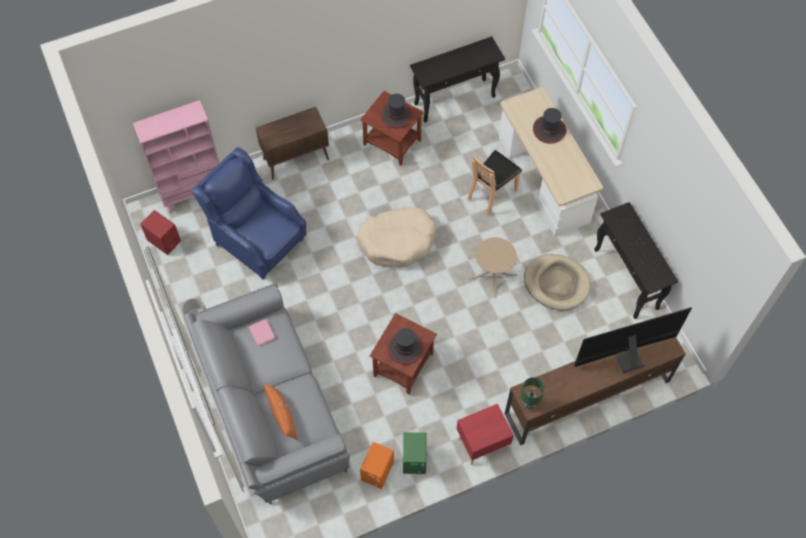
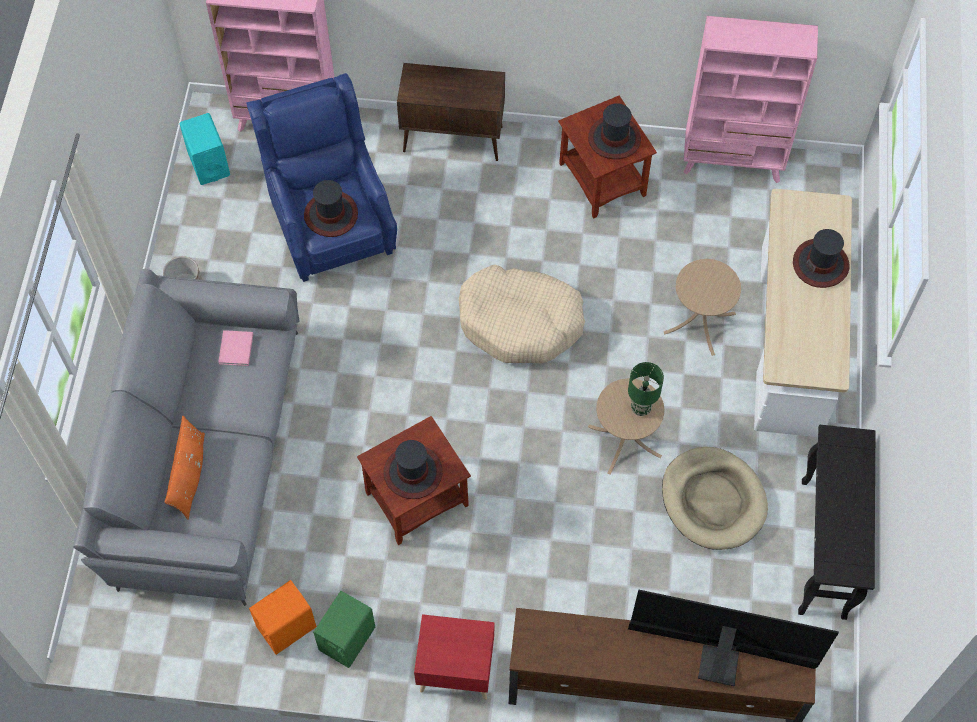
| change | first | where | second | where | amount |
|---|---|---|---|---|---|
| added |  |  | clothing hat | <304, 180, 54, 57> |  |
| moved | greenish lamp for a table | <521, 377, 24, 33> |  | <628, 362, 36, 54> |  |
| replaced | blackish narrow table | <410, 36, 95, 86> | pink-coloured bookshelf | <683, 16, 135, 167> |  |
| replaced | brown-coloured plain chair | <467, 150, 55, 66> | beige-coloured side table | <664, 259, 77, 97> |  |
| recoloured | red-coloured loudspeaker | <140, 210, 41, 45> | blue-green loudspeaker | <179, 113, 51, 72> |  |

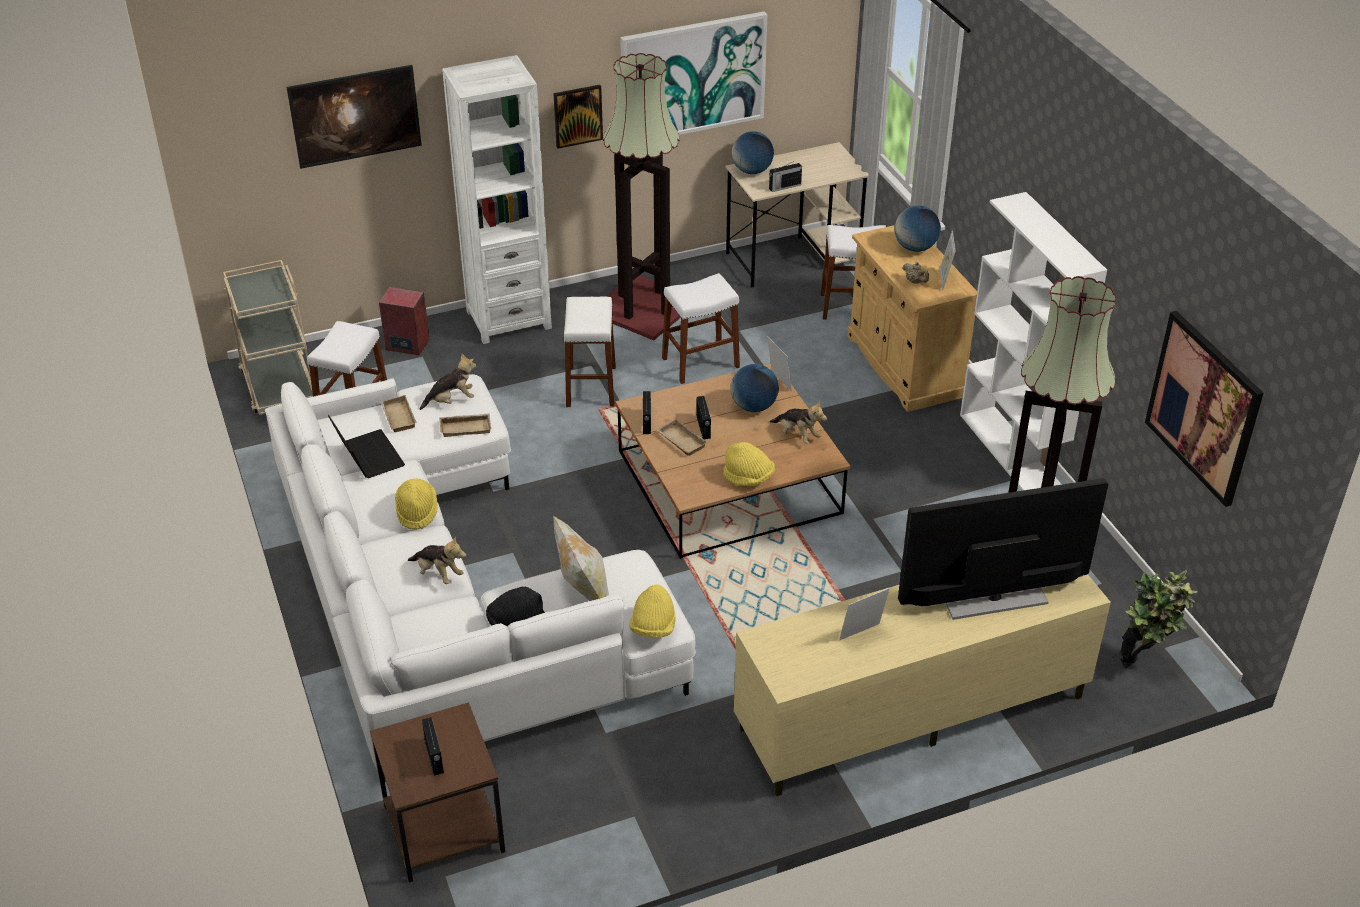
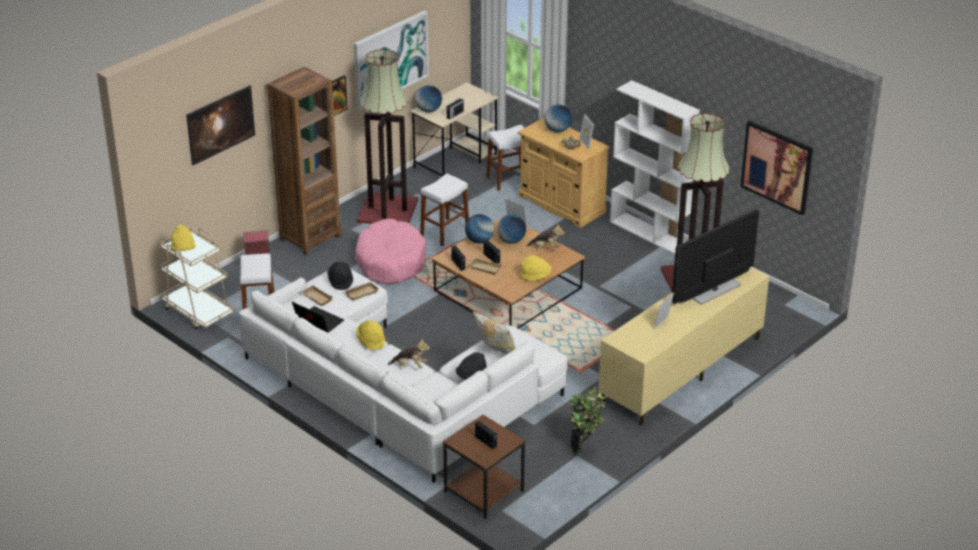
| change | first | where | second | where | amount |
|---|---|---|---|---|---|
| added |  |  | globe | <465, 214, 29, 29> |  |
| moved | yellow clothing hat | <629, 584, 47, 54> |  | <171, 225, 25, 27> |  |
| moved | houseplant | <1120, 570, 77, 98> |  | <568, 387, 39, 69> |  |
| replaced | soft toy | <420, 353, 56, 57> | blackish clothing hat | <327, 262, 26, 28> |  |
| replaced | white-coloured stool | <564, 296, 52, 111> | pink-coloured dog bed | <355, 219, 71, 66> |  |
| recoloured | white-coloured bookshelf | <442, 55, 110, 289> | brown-coloured bookshelf | <267, 67, 74, 188> |  |

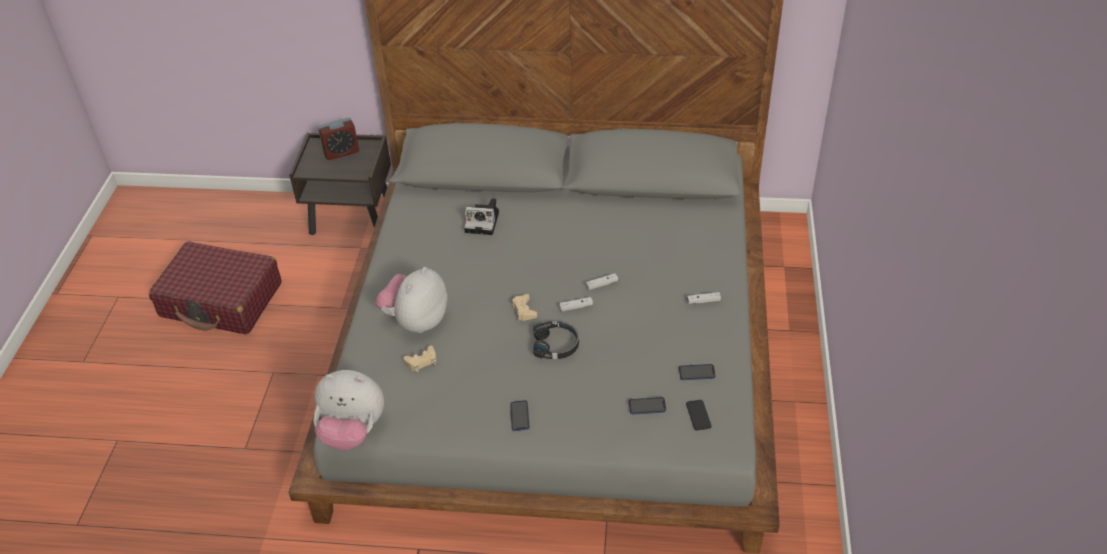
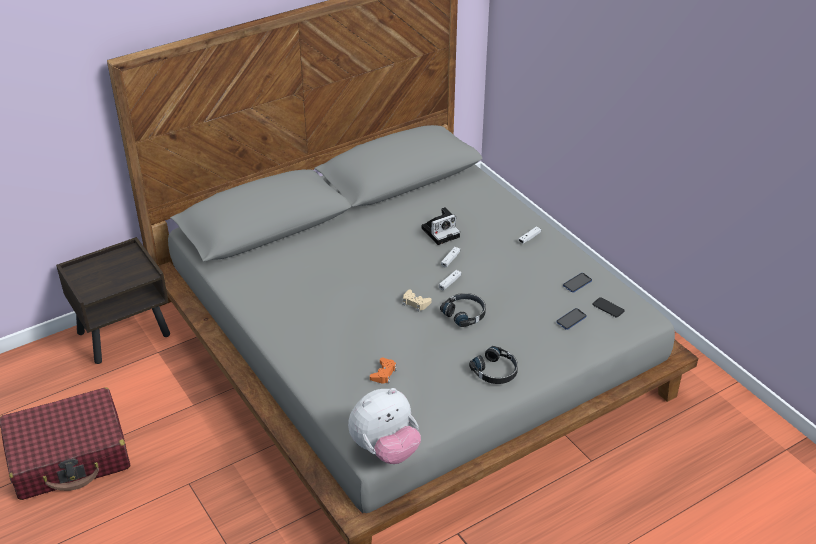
| change | first | where | second | where | amount |
|---|---|---|---|---|---|
| removed | bedside clock | <318, 118, 41, 42> |  |  |  |
| removed | soft toy | <376, 267, 71, 66> |  |  |  |
| moved | still camera | <464, 198, 35, 37> |  | <421, 207, 39, 38> |  |
| replaced | phone | <510, 400, 20, 31> | blackish headset | <469, 346, 49, 38> |  |
| recoloured | beige-coloured game controller | <403, 346, 34, 27> | orangey game controller | <370, 358, 27, 26> |  |

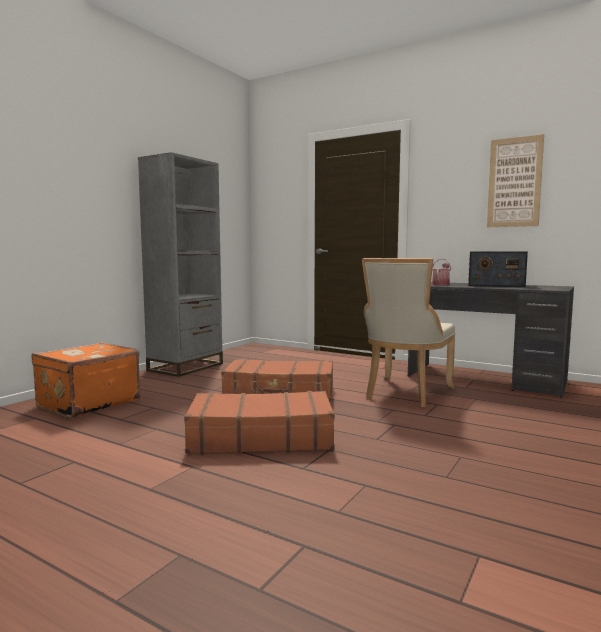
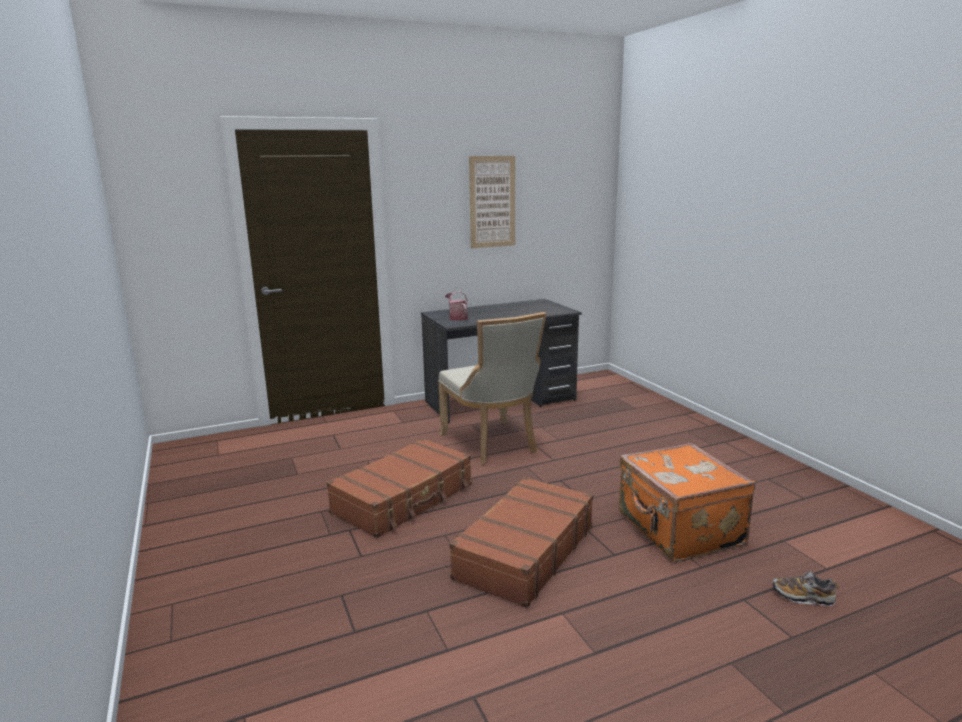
| change | first | where | second | where | amount |
|---|---|---|---|---|---|
| removed | gray bookshelf | <138, 152, 85, 225> |  |  |  |
| removed | radio set | <468, 251, 60, 36> |  |  |  |
| added |  |  | shoe | <772, 571, 66, 35> |  |
| moved | orangey piece of luggage | <32, 342, 108, 76> |  | <619, 443, 136, 119> |  |

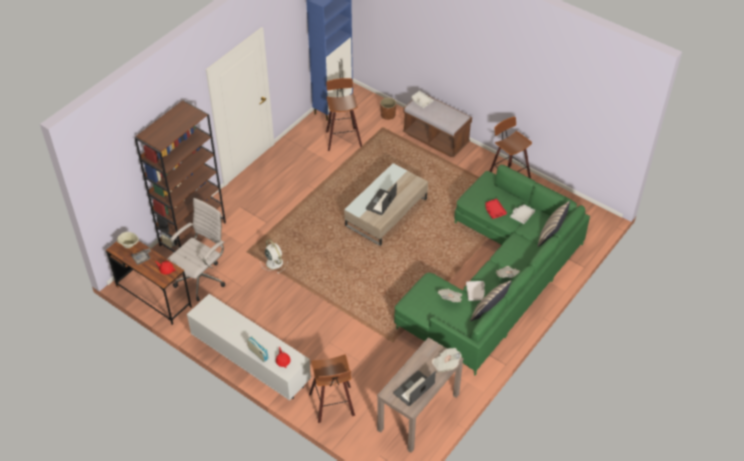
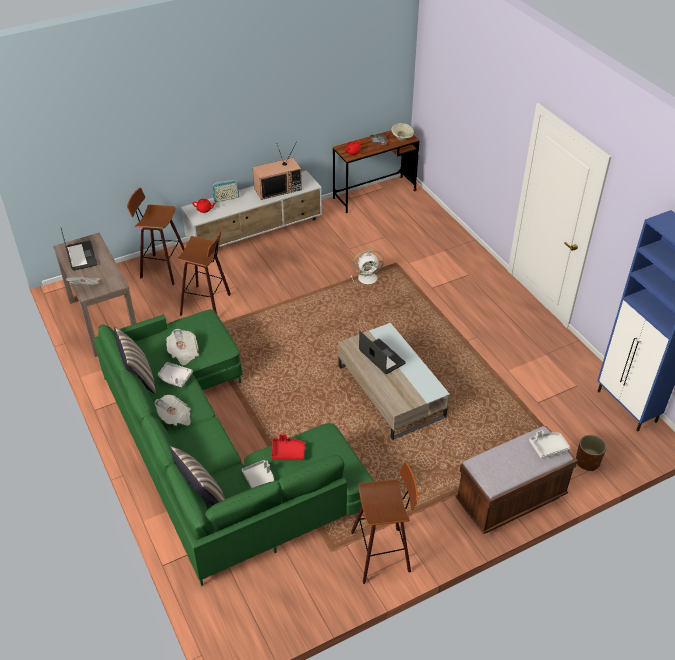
| change | first | where | second | where | amount |
|---|---|---|---|---|---|
| removed | brown-coloured bookshelf | <135, 100, 91, 152> |  |  |  |
| removed | white-coloured office chair | <168, 198, 57, 103> |  |  |  |
| added |  |  | television | <253, 141, 49, 59> |  |
| moved | stool | <326, 78, 36, 73> |  | <177, 227, 54, 89> |  |

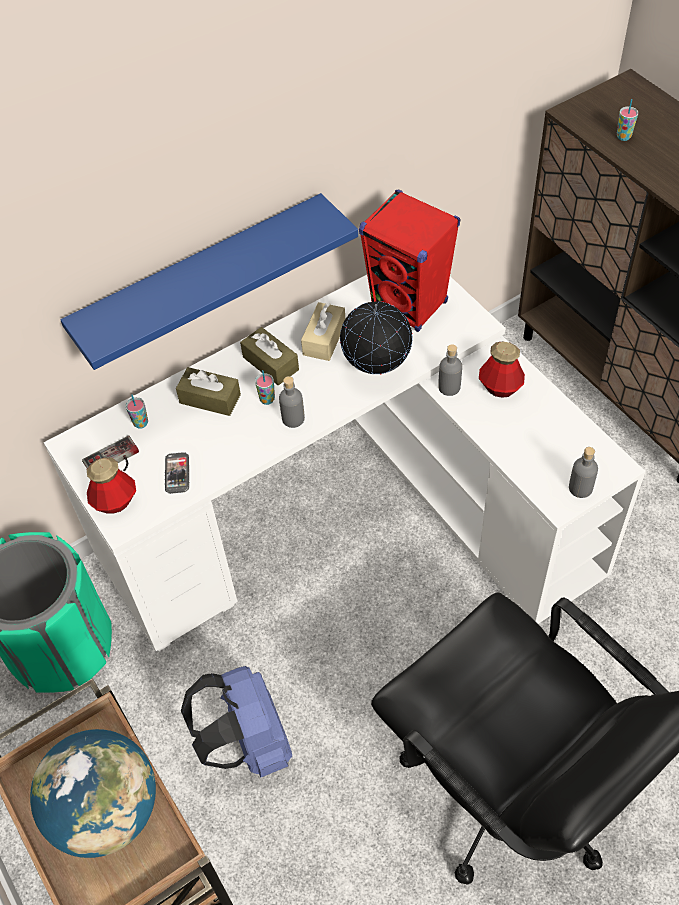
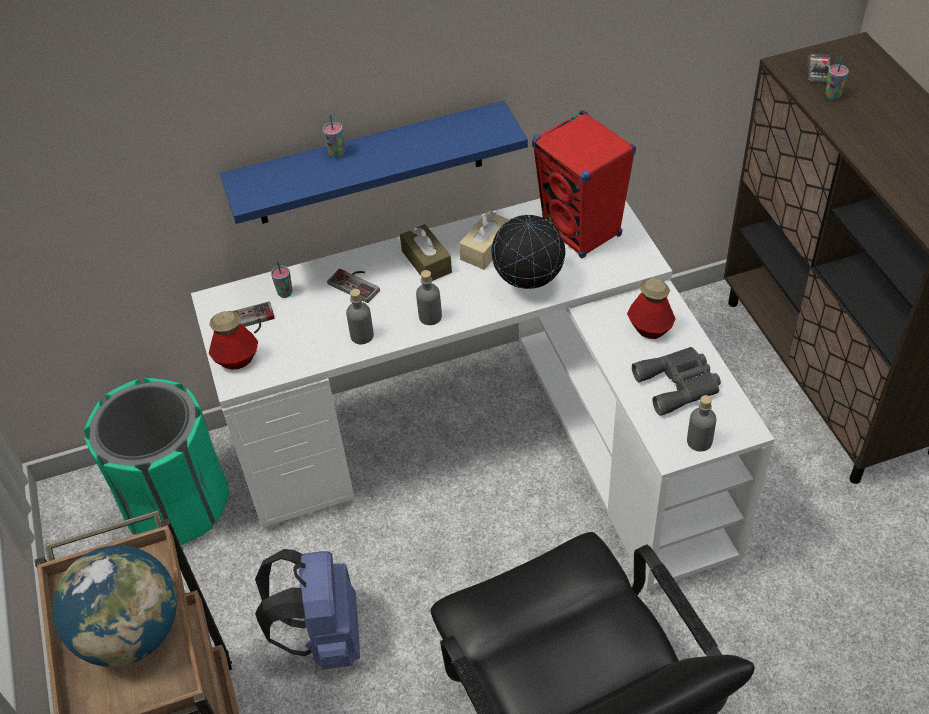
| change | first | where | second | where | amount |
|---|---|---|---|---|---|
| added |  |  | gray pair of binoculars | <632, 347, 89, 69> |  |
| moved | phone | <165, 452, 24, 42> |  | <807, 54, 25, 30> |  |
| moved | cup | <255, 370, 20, 35> |  | <323, 115, 21, 43> |  |
| moved | gray drink bottle | <438, 344, 24, 52> |  | <346, 289, 28, 55> |  |
| replaced | brown-coloured tissue box | <176, 367, 65, 49> | game controller | <327, 269, 53, 34> |  |

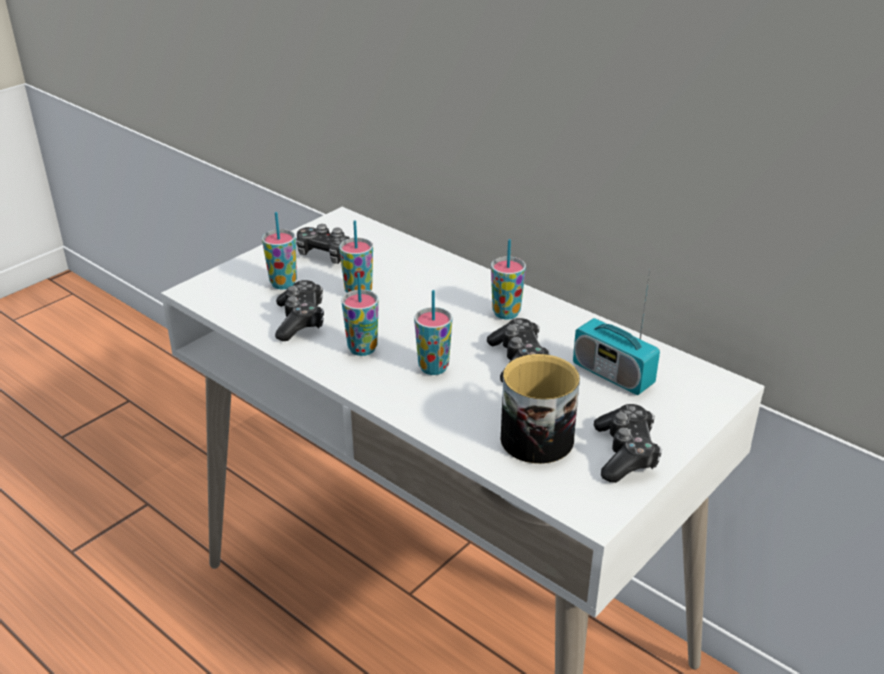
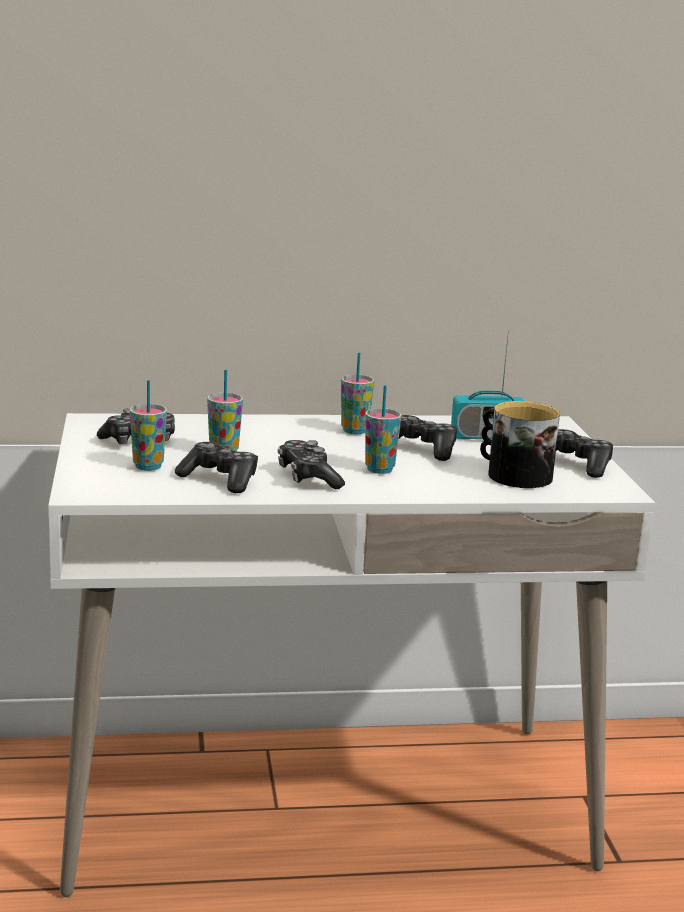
| change | first | where | second | where | amount |
|---|---|---|---|---|---|
| replaced | cup | <341, 273, 38, 83> | game controller | <278, 440, 67, 50> |  |

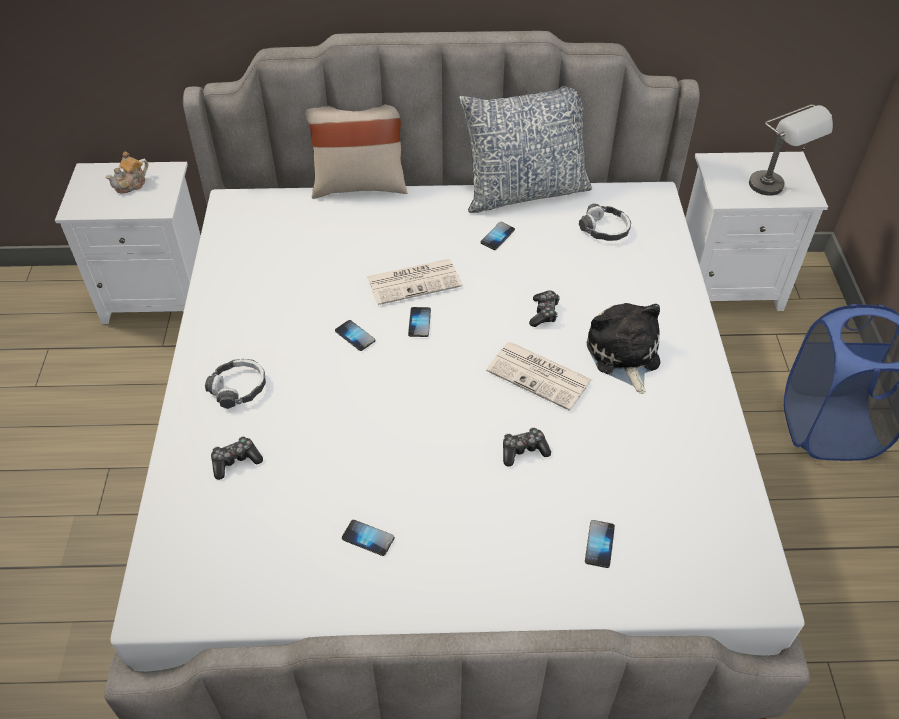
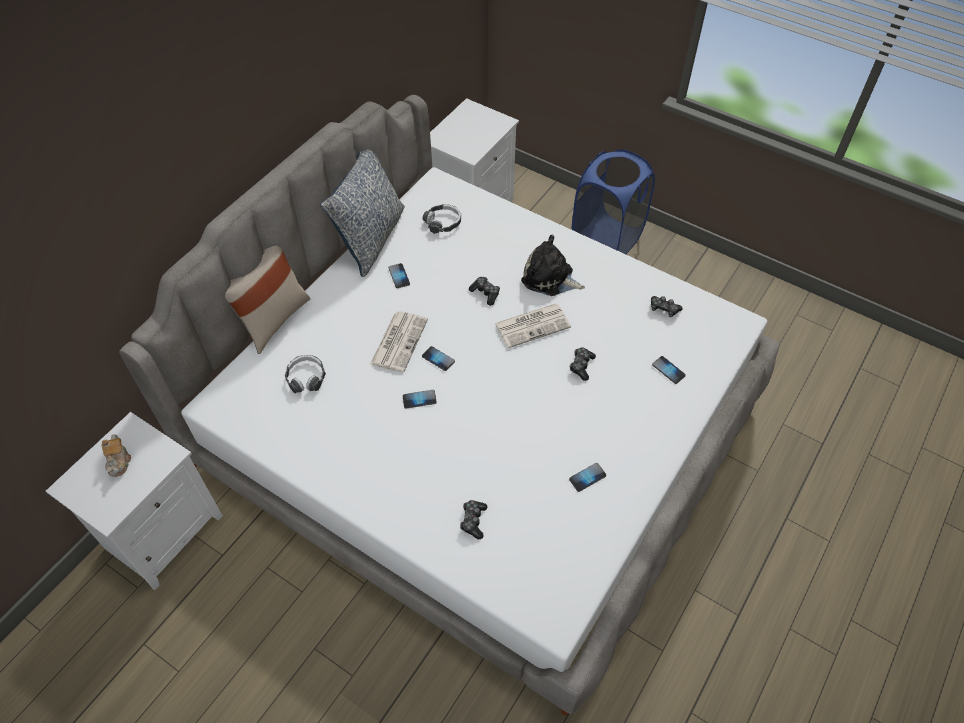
| change | first | where | second | where | amount |
|---|---|---|---|---|---|
| removed | gray lamp for a table | <749, 104, 84, 92> |  |  |  |
| added |  |  | game controller | <651, 296, 32, 21> |  |
| moved | headset | <205, 359, 61, 50> |  | <285, 355, 41, 38> |  |

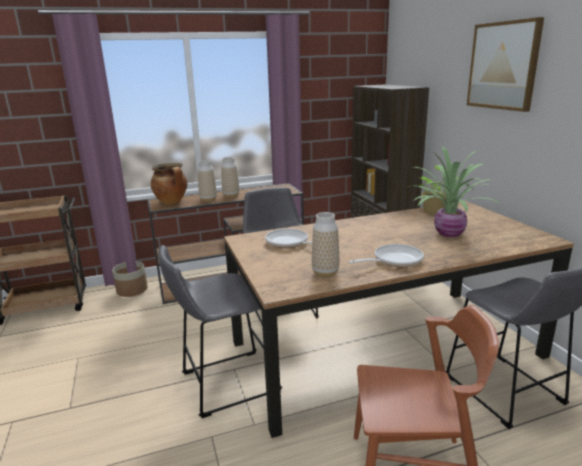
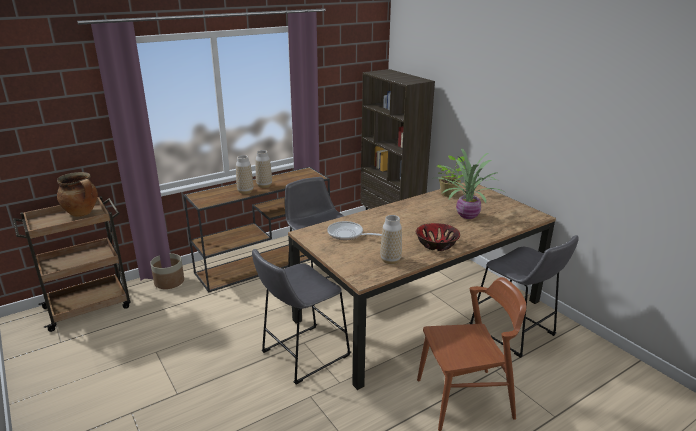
| change | first | where | second | where | amount |
|---|---|---|---|---|---|
| removed | picture | <467, 17, 77, 95> |  |  |  |
| moved | stockpot | <151, 163, 36, 42> |  | <57, 172, 41, 45> |  |
| replaced | pan | <348, 244, 76, 23> | bowl | <416, 223, 44, 28> |  |

